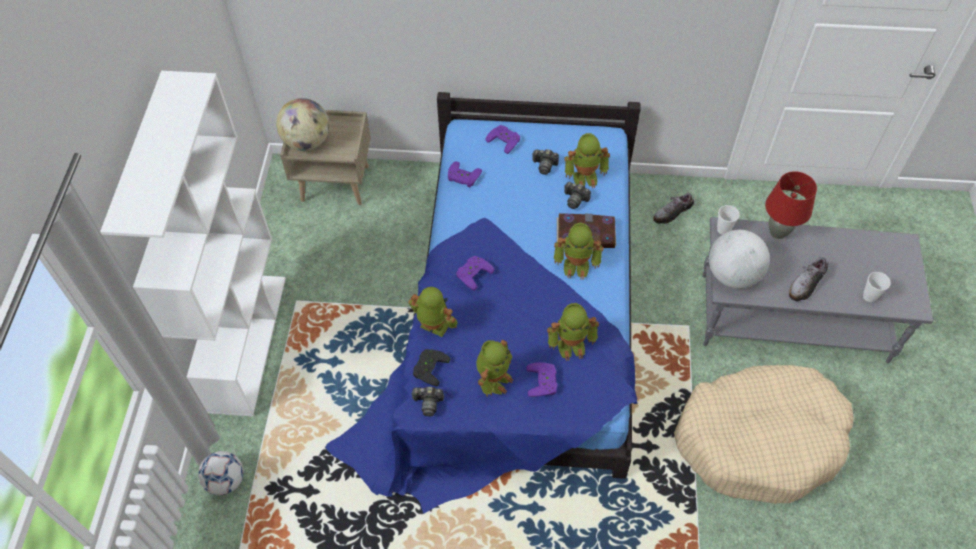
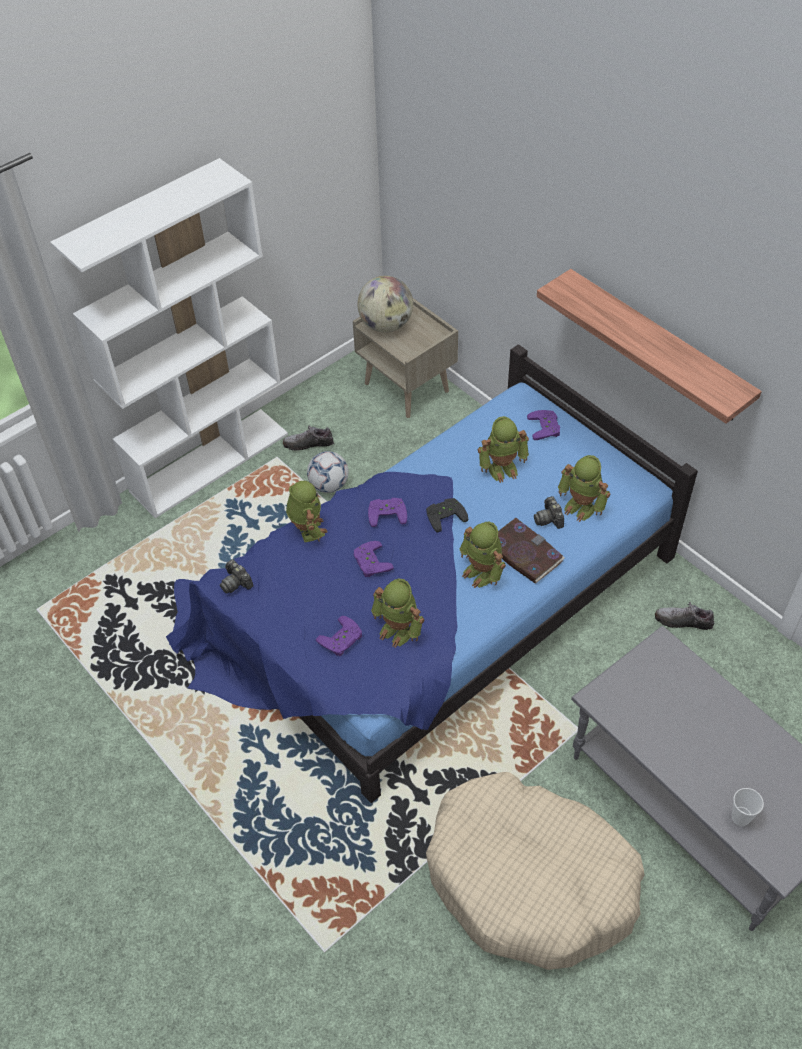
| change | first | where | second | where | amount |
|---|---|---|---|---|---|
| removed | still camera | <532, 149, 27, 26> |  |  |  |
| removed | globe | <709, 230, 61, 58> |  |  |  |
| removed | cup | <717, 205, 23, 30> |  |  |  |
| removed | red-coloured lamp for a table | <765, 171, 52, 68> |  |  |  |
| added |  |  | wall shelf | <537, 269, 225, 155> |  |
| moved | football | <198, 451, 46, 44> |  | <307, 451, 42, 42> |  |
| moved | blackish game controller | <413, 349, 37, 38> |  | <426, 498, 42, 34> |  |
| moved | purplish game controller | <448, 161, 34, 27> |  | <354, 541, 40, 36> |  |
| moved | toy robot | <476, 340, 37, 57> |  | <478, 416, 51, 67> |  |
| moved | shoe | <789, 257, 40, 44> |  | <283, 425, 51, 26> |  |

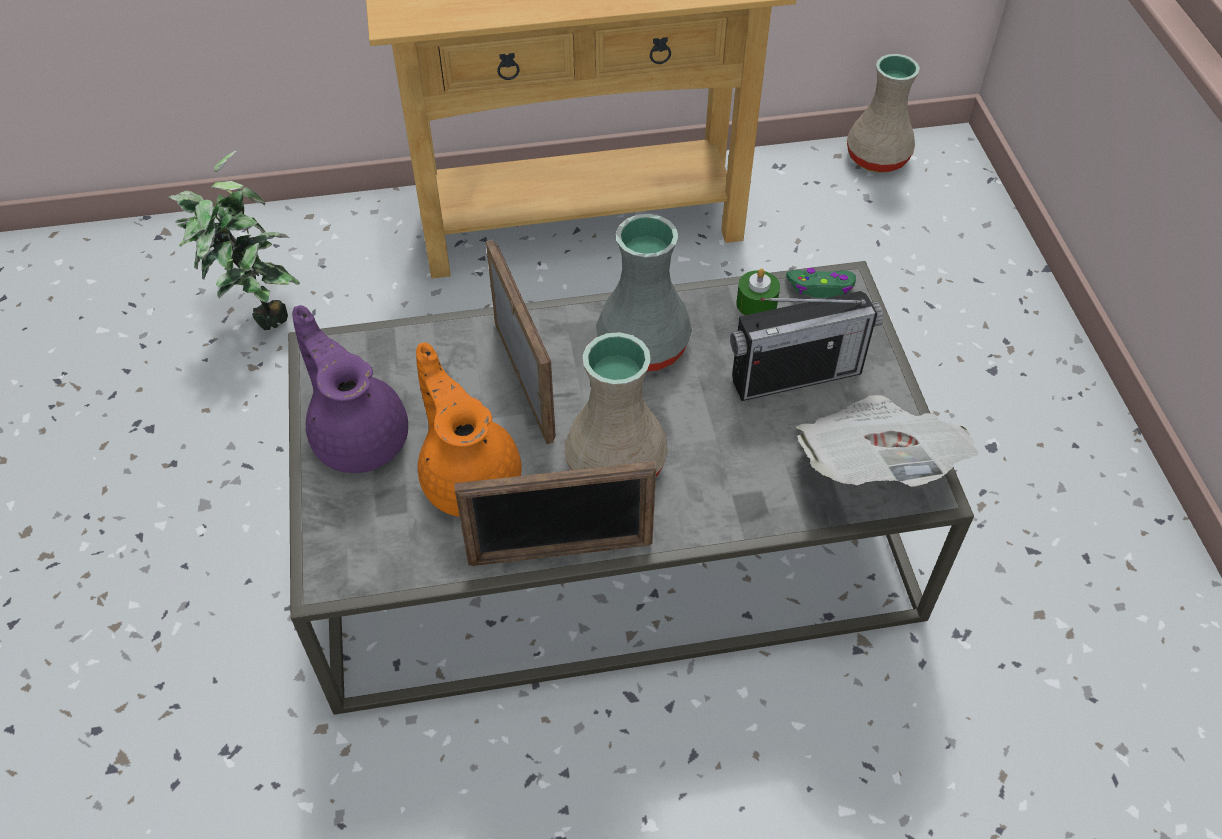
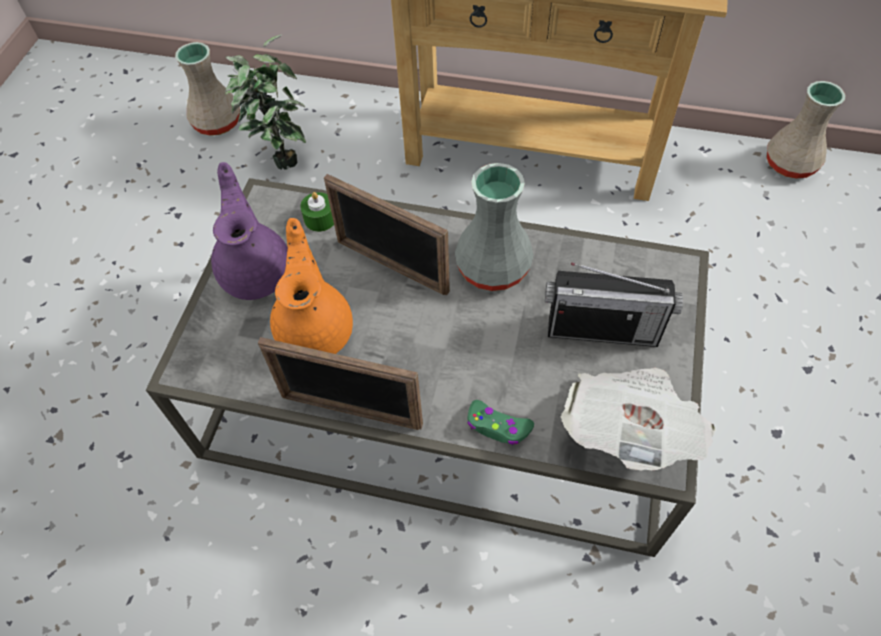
| change | first | where | second | where | amount |
|---|---|---|---|---|---|
| moved | beige-coloured decorative vase | <564, 332, 104, 145> |  | <175, 42, 65, 94> |  |
| moved | greenish candle | <736, 269, 44, 46> |  | <300, 192, 34, 40> |  |
| moved | greenish game controller | <786, 268, 70, 30> |  | <468, 400, 66, 45> |  |
| turned | standing frame | <486, 240, 70, 204> |  | <324, 174, 126, 122> | 120 degrees clockwise |

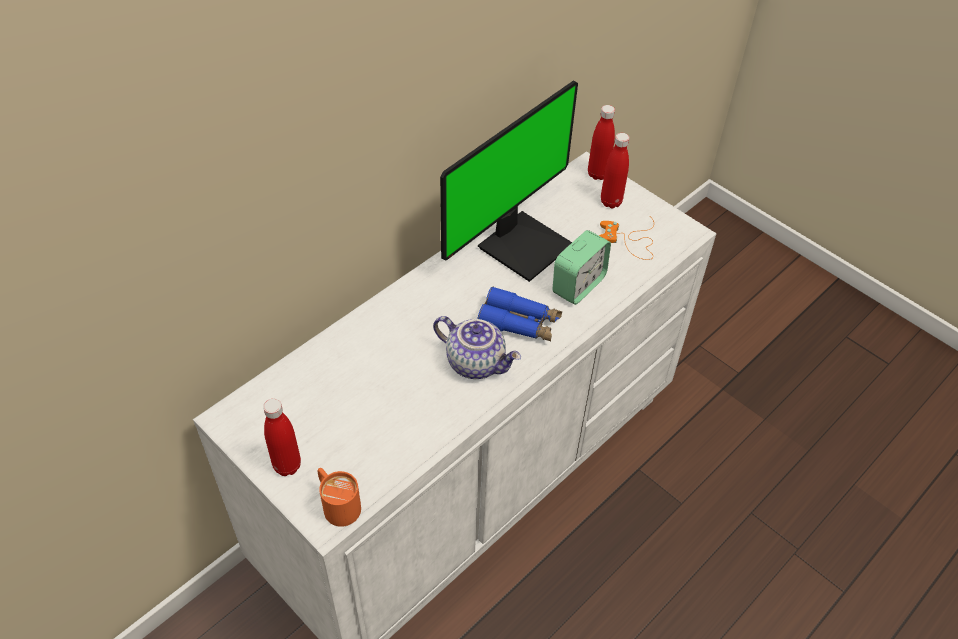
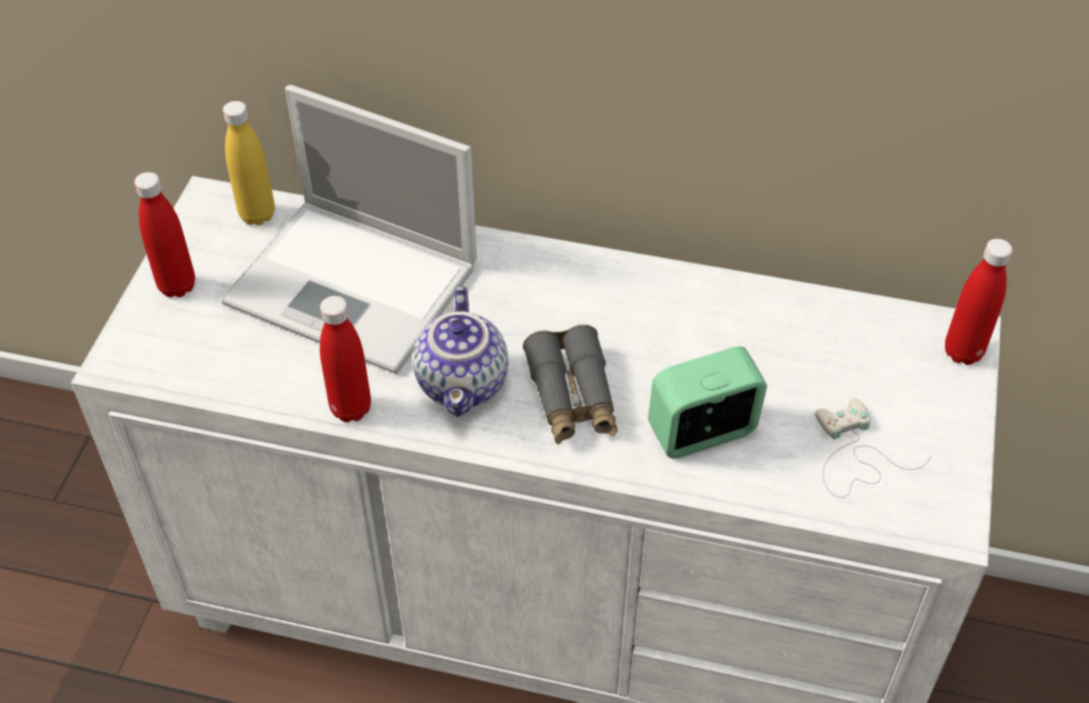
| change | first | where | second | where | amount |
|---|---|---|---|---|---|
| removed | orangey mug | <318, 468, 43, 59> |  |  |  |
| removed | monitor | <440, 80, 138, 202> |  |  |  |
| added |  |  | laptop | <221, 85, 256, 289> |  |
| added |  |  | yellow drink bottle | <223, 101, 52, 124> |  |
| moved | red-coloured drink bottle | <601, 133, 29, 75> |  | <320, 296, 51, 126> |  |
| recoloured | bluish pair of binoculars | <477, 286, 85, 55> | gray pair of binoculars | <523, 325, 94, 119> |  |
| recoloured | orangey game controller | <599, 216, 55, 44> | white-coloured game controller | <815, 398, 116, 100> |  |
| turned | bedside clock | <552, 230, 59, 75> |  | <648, 346, 119, 112> | 150 degrees clockwise |

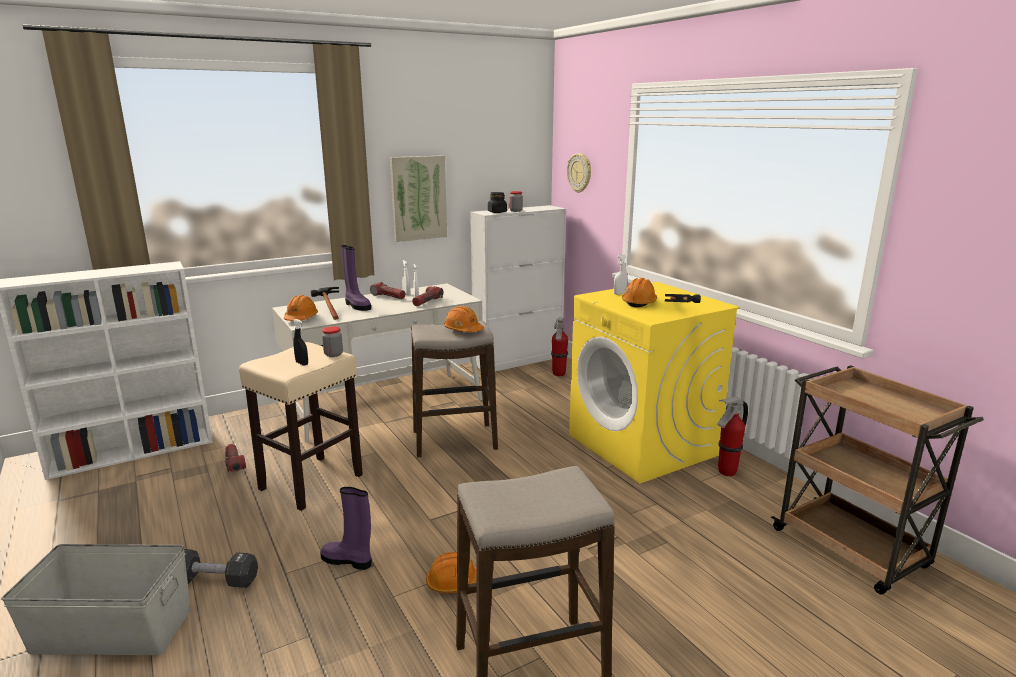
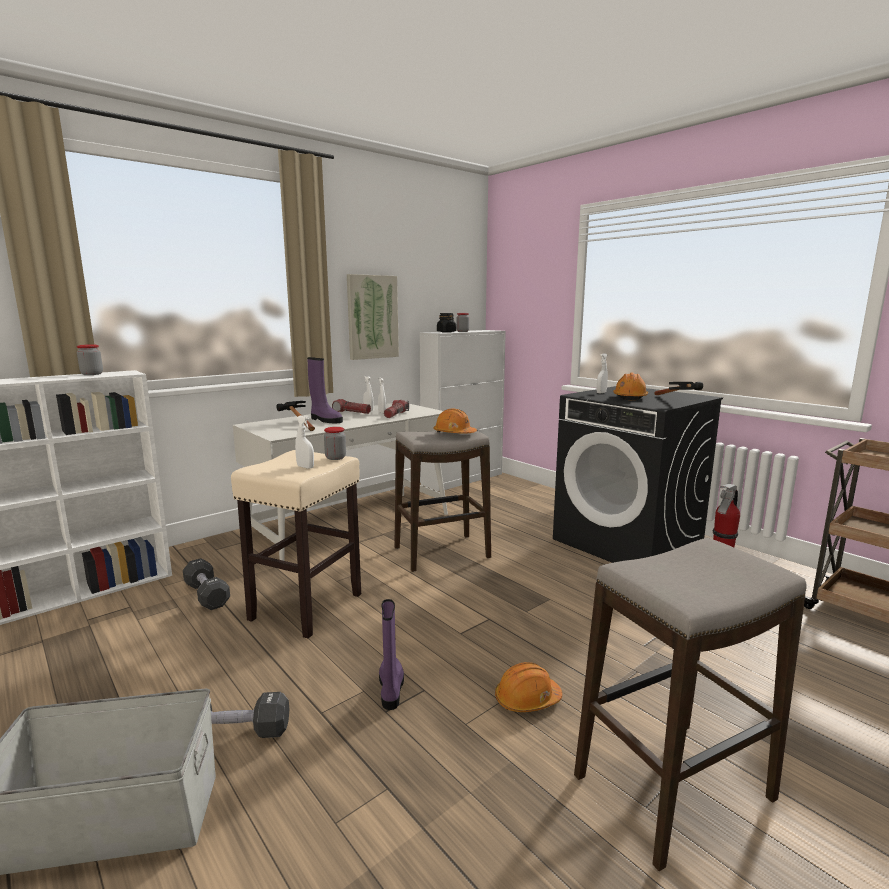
| change | first | where | second | where | amount |
|---|---|---|---|---|---|
| removed | orangey hard hat | <284, 295, 34, 26> |  |  |  |
| removed | extinguisher | <551, 318, 17, 58> |  |  |  |
| removed | clock on the wall | <567, 153, 24, 40> |  |  |  |
| added |  |  | storage jar | <77, 344, 26, 31> |  |
| replaced | flashlight | <225, 444, 21, 29> | blackish hand weight | <183, 558, 47, 52> |  |
| recoloured | blackish hand sprayer | <293, 319, 15, 46> | white-coloured hand sprayer | <295, 415, 19, 54> |  |
| recoloured | yellow laundry machine | <569, 282, 171, 202> | blackish laundry machine | <553, 386, 170, 177> |  |
| turned | purplish high-top boot | <320, 487, 51, 83> |  | <379, 599, 25, 111> | 75 degrees clockwise |

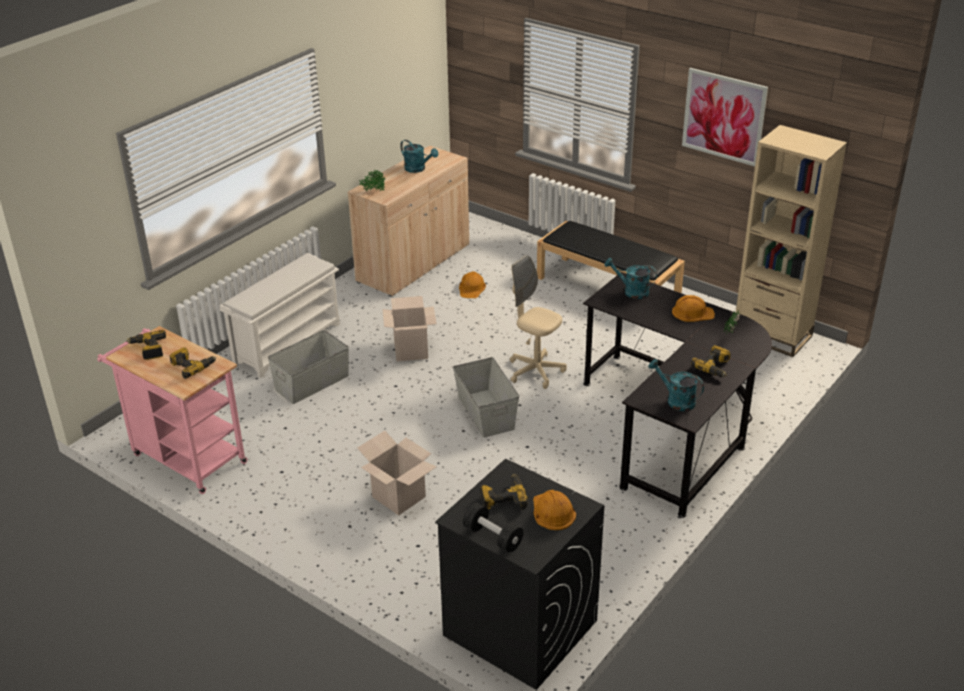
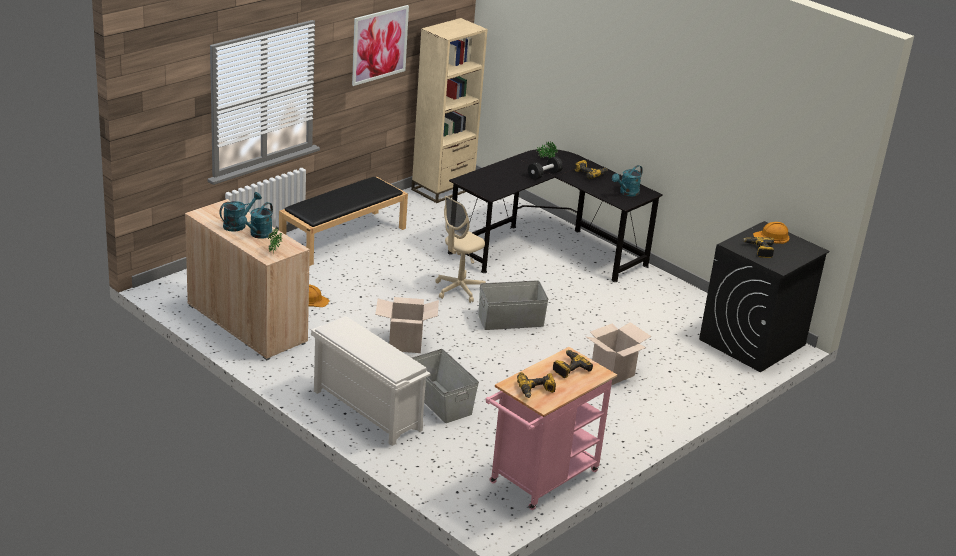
| change | first | where | second | where | amount |
|---|---|---|---|---|---|
| removed | orangey hard hat | <672, 295, 43, 27> |  |  |  |
| moved | blackish hand weight | <463, 502, 60, 51> |  | <528, 156, 35, 24> |  |
| moved | blue-green sprinkling can | <604, 258, 53, 41> |  | <238, 202, 35, 37> |  |

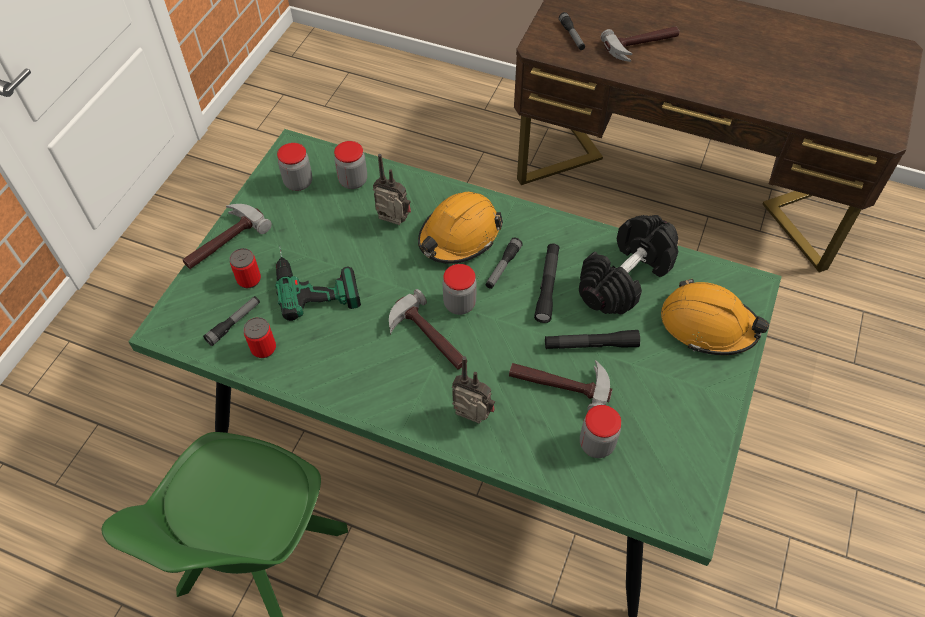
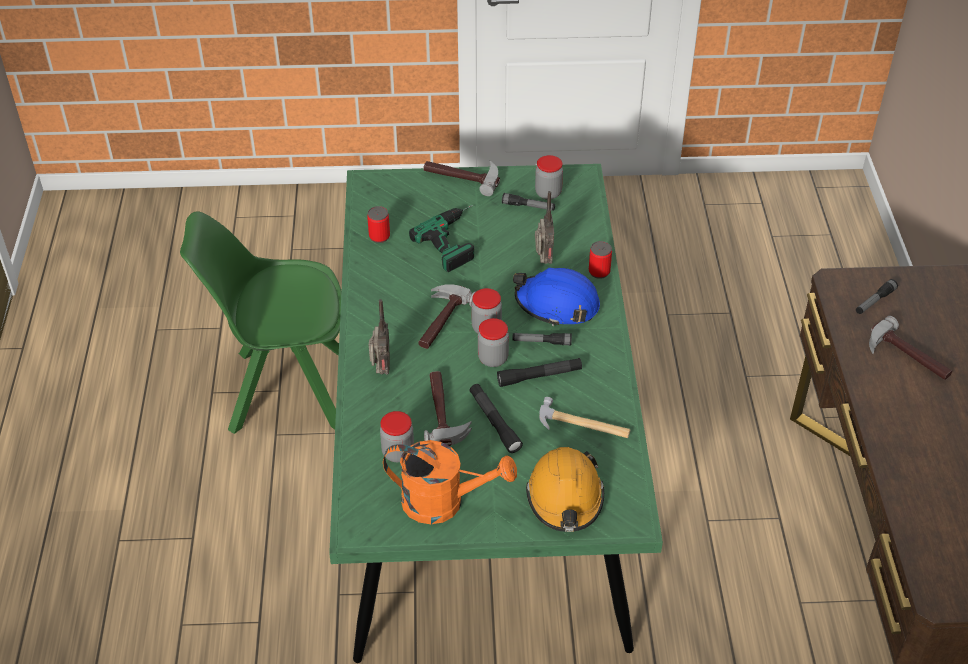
| change | first | where | second | where | amount |
|---|---|---|---|---|---|
| added |  |  | orangey sprinkling can | <383, 440, 134, 84> |  |
| moved | flashlight | <203, 296, 57, 50> |  | <502, 193, 53, 18> |  |
| moved | metal can | <229, 248, 32, 40> |  | <589, 241, 23, 38> |  |
| moved | storage jar | <334, 141, 33, 48> |  | <478, 318, 31, 49> |  |
| replaced | blackish hand weight | <579, 215, 99, 100> | hand hammer | <539, 397, 92, 41> |  |
| recoloured | orangey hard hat | <418, 192, 85, 72> | bluish hard hat | <513, 268, 87, 58> |  |

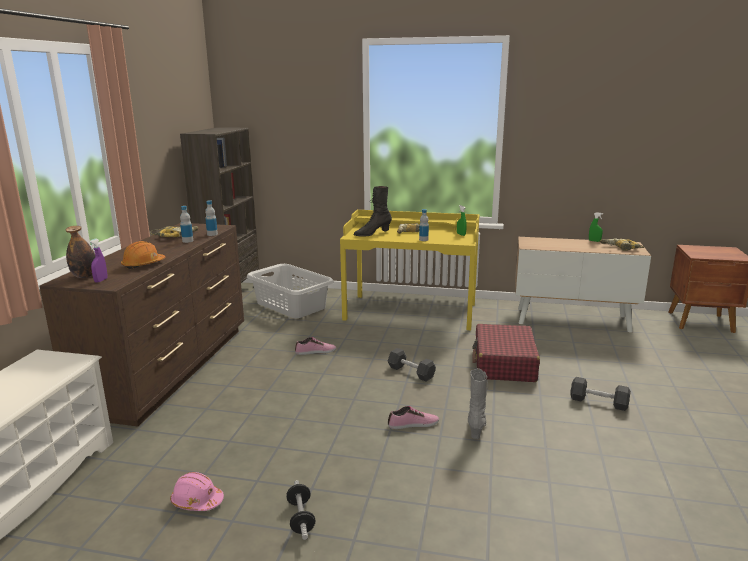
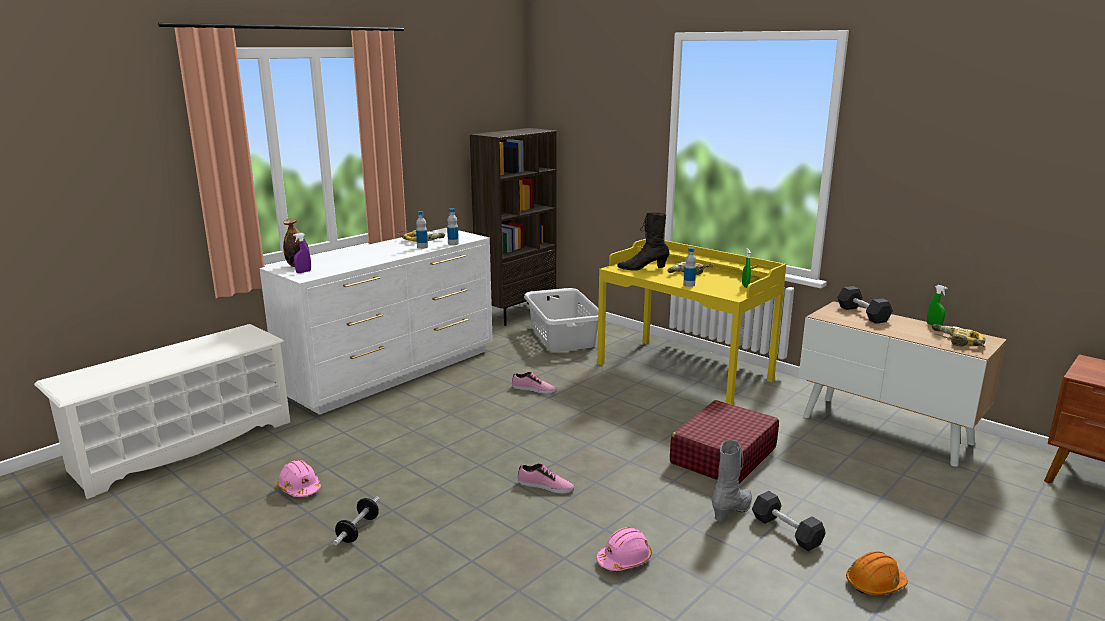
| change | first | where | second | where | amount |
|---|---|---|---|---|---|
| added |  |  | pink-coloured hard hat | <596, 527, 56, 44> |  |
| moved | orangey hard hat | <121, 241, 44, 28> |  | <846, 551, 62, 44> |  |
| moved | blackish hand weight | <387, 348, 49, 33> |  | <837, 286, 56, 38> |  |
| moved | gray high-top boot | <468, 368, 20, 71> |  | <712, 440, 40, 82> |  |
| recoloured | brown-coloured drawer chest | <40, 223, 204, 204> | white-coloured drawer chest | <259, 228, 234, 187> |  |

